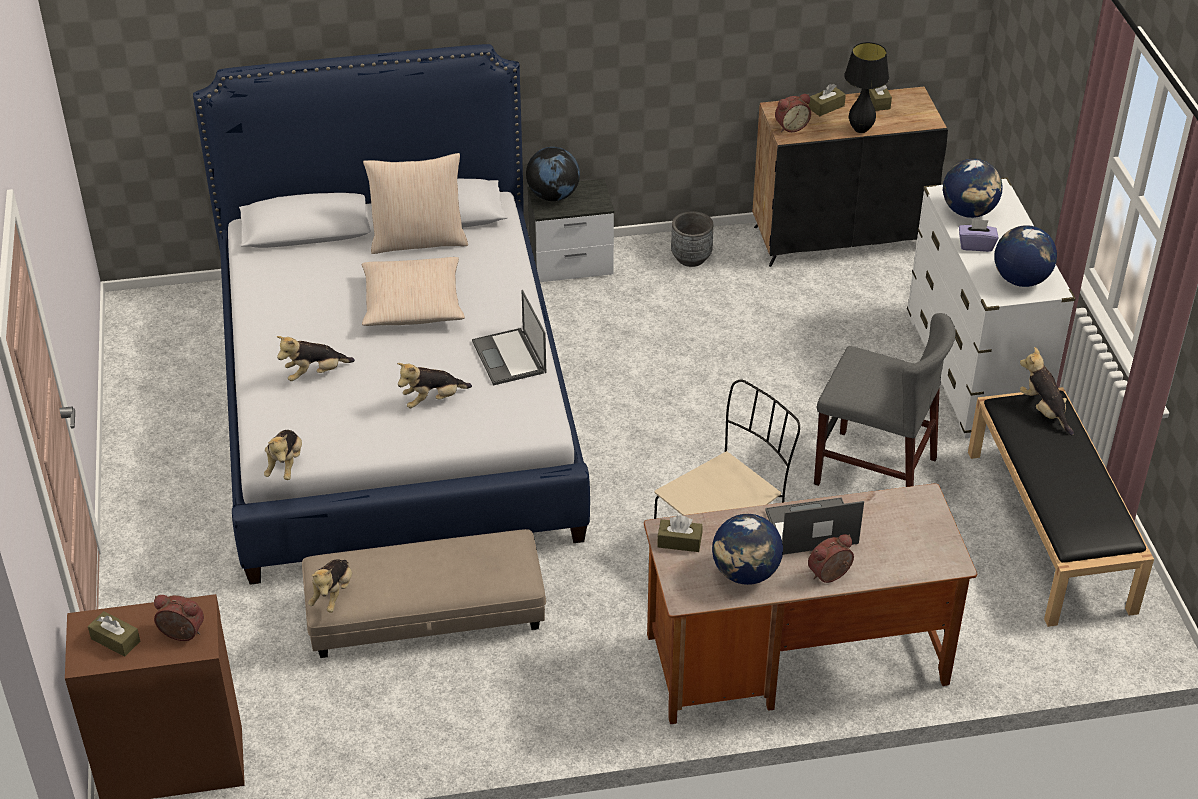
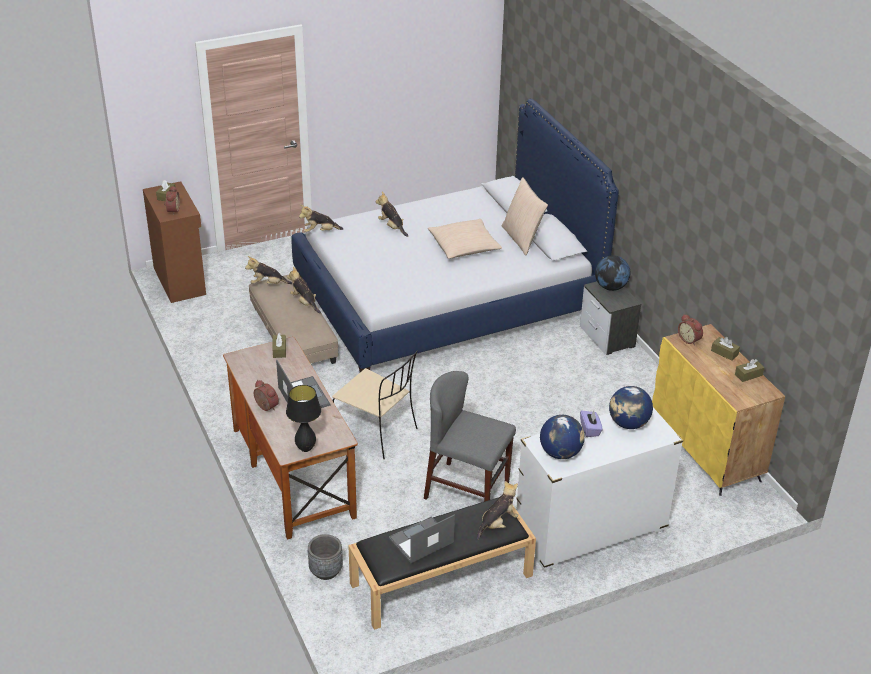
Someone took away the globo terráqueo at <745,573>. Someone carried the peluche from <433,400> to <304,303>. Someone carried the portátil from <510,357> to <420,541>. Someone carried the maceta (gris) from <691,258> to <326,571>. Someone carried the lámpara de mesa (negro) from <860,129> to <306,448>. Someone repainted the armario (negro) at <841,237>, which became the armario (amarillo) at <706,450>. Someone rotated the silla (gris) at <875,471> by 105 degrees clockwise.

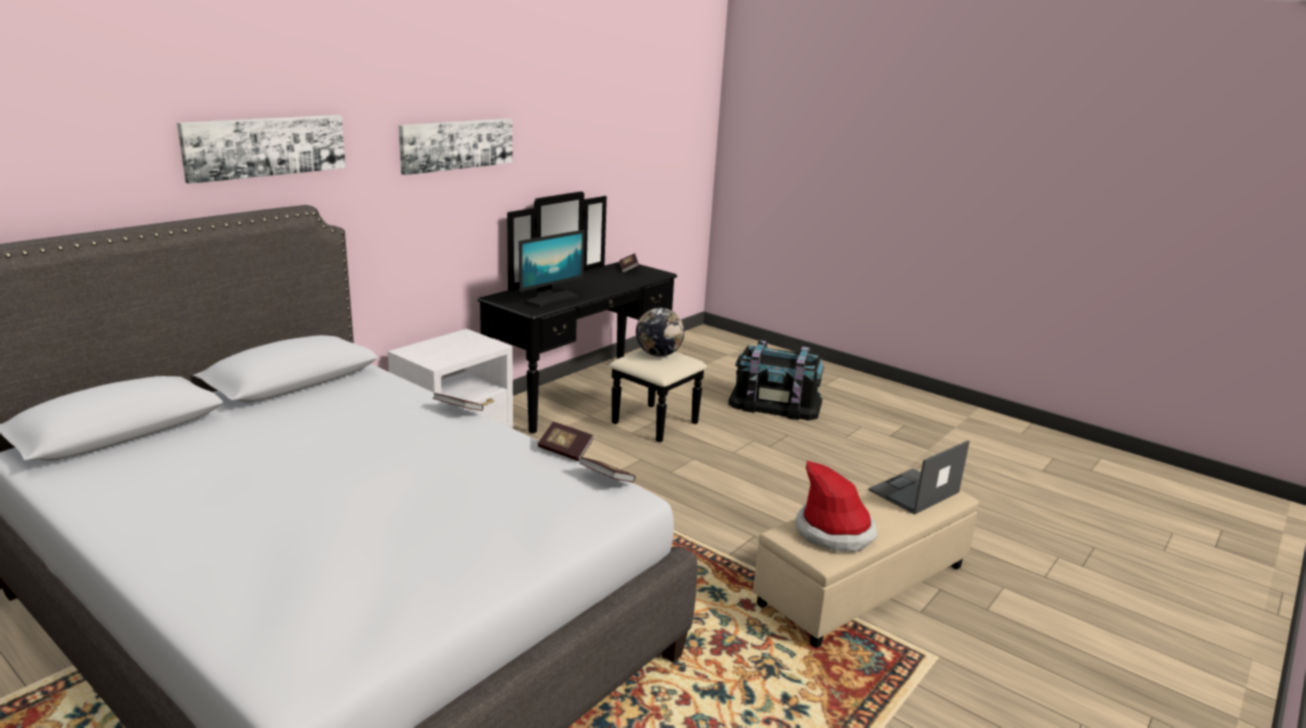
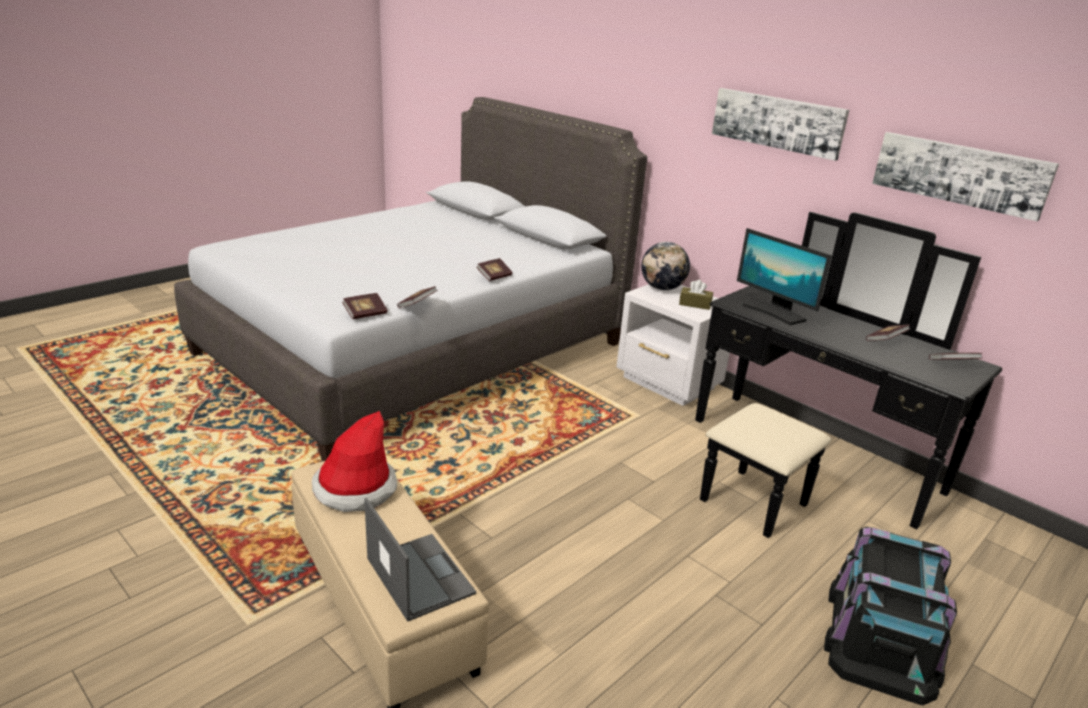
Someone put down the caja de pañuelos (marrón) at <695,304>. Someone put down the libro at <885,340>. Someone carried the cuadro from <265,146> to <960,173>. Someone carried the globo terráqueo from <658,354> to <662,288>.

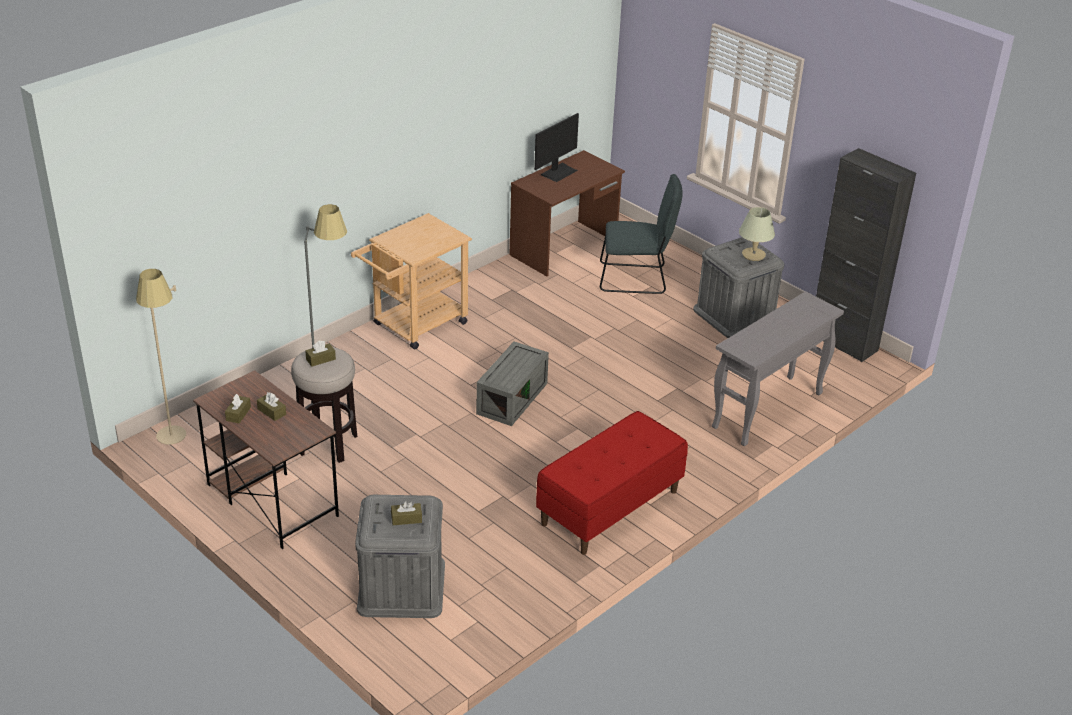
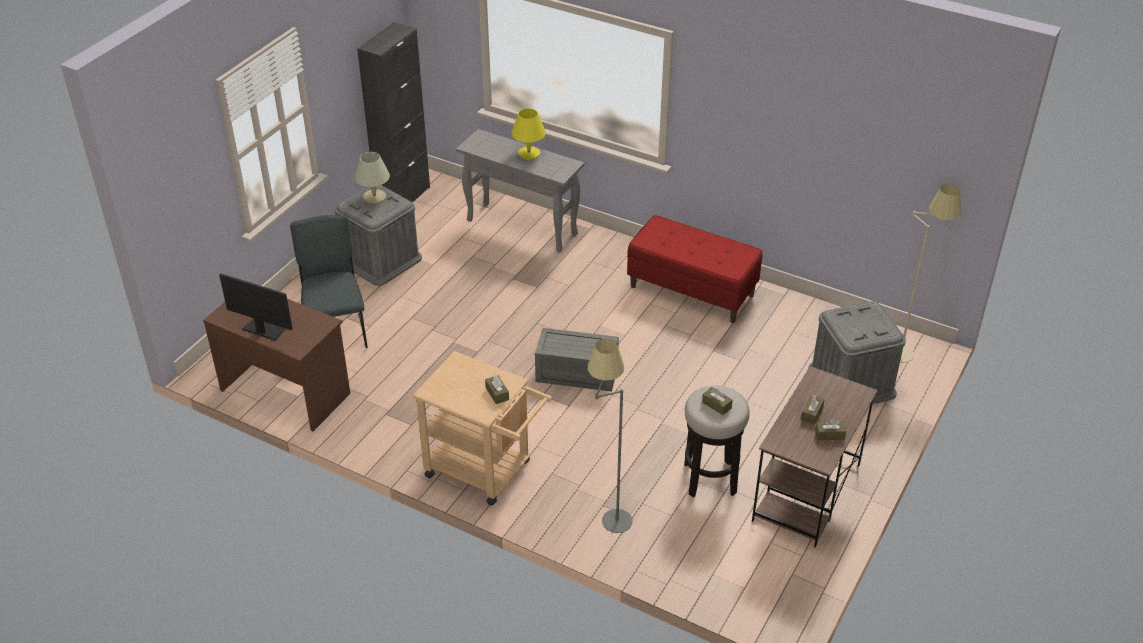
Someone put down the lámpara de mesa (amarillo) at <528,154>. Someone carried the lámpara de pie (beis) from <175,442> to <907,347>. Someone carried the caja de pañuelos (marrón) from <406,519> to <497,393>.

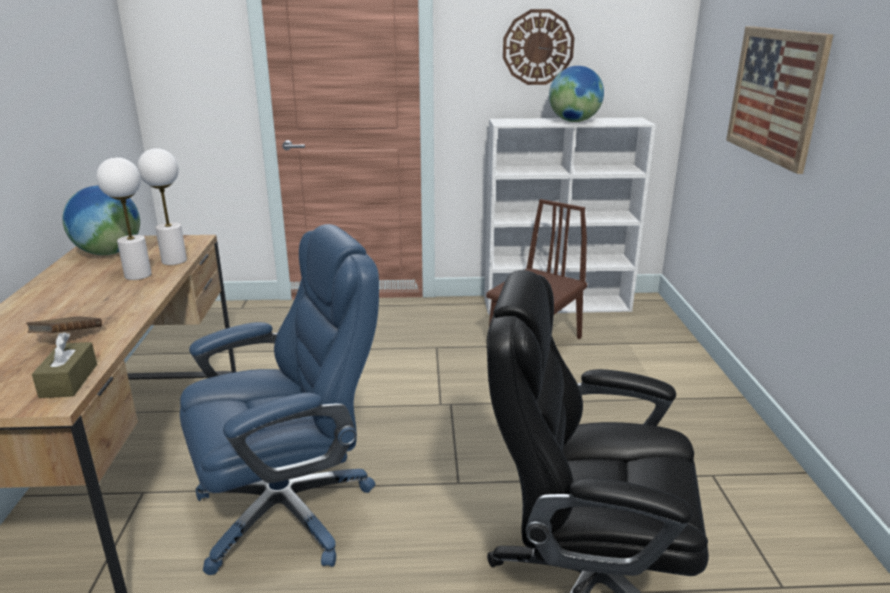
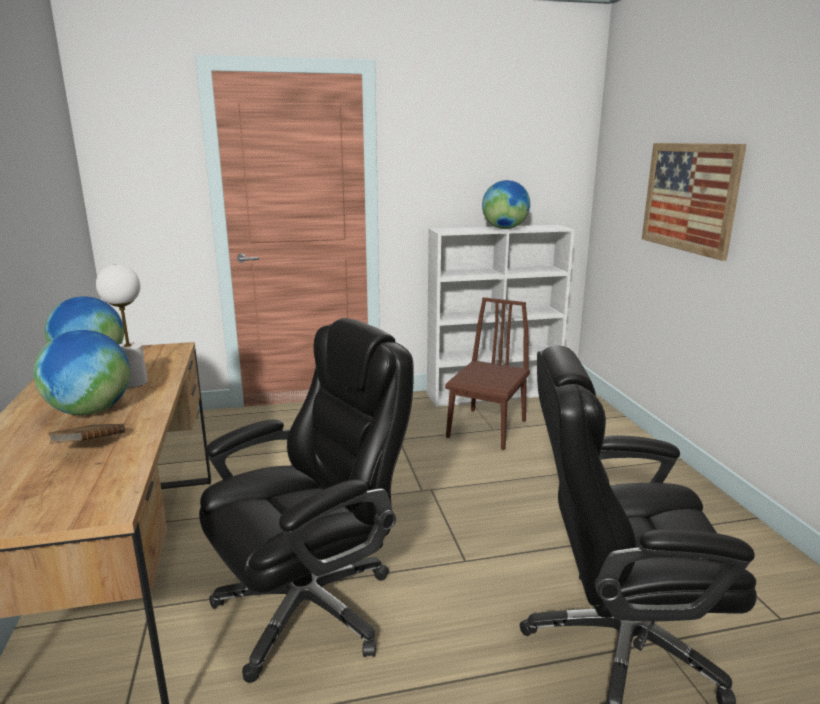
Someone took away the caja de pañuelos (marrón) at <69,381>. Someone took away the lámpara de mesa (blanco) at <174,260>. Someone took away the reloj de pared at <538,47>. Someone put down the globo terráqueo at <91,411>. Someone repainted the silla de oficina (azul) at <289,510>, which became the silla de oficina (negro) at <310,606>.

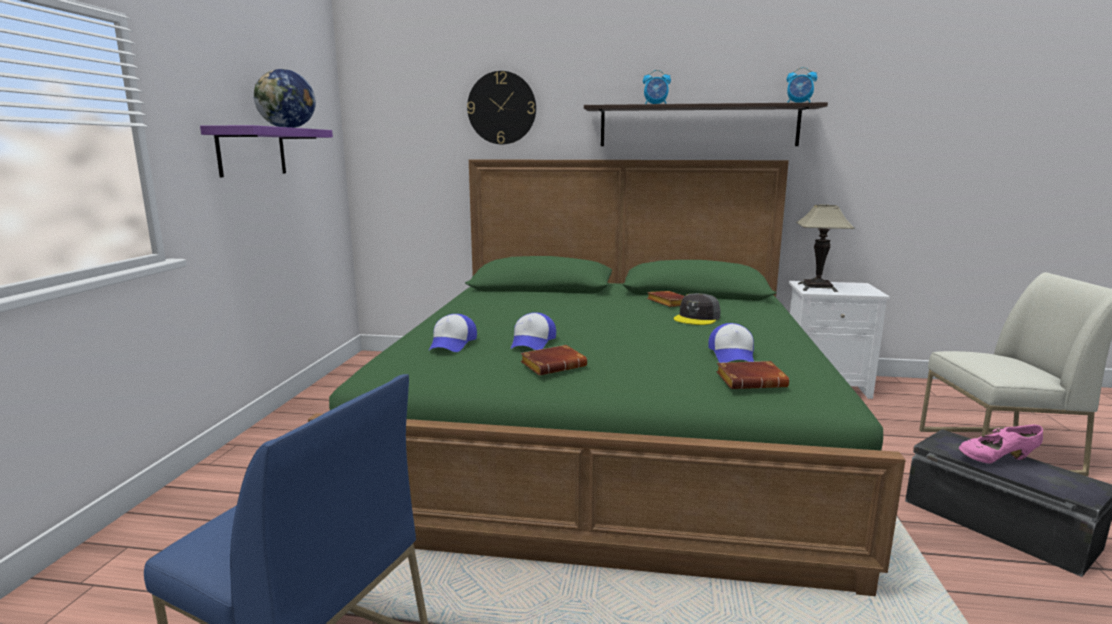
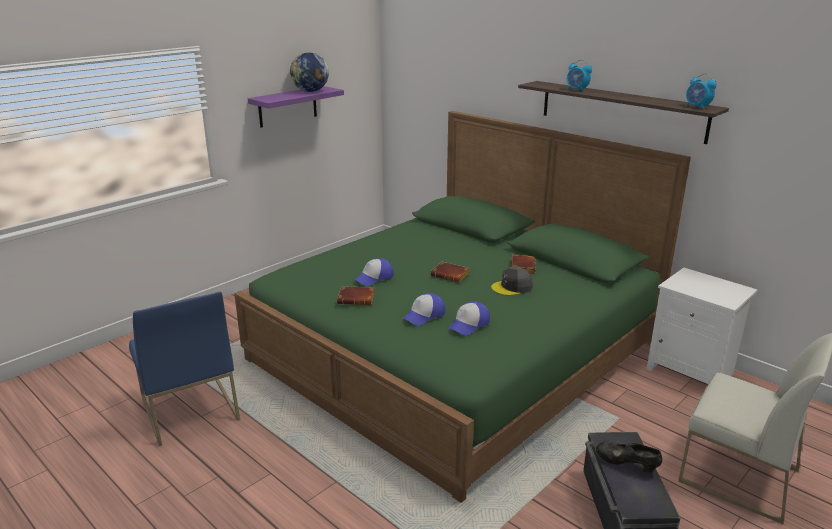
Someone took away the reloj de pared at <501,108>. Someone took away the lámpara de mesa at <817,287>. Someone carried the gorra from <452,343> to <424,315>. Someone carried the libro (marrón) from <752,381> to <451,275>. Someone repainted the zapato (rosa) at <996,460>, which became the zapato (negro) at <626,465>.

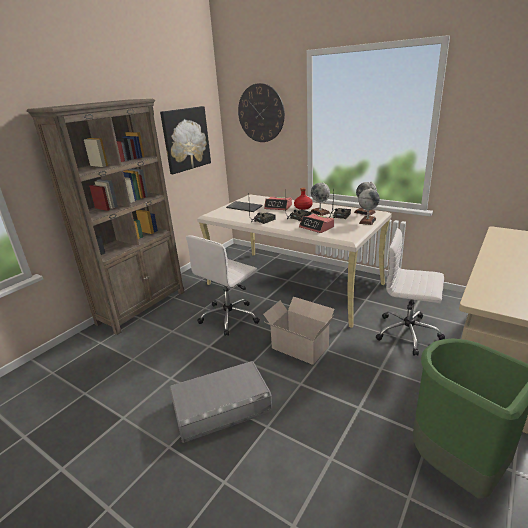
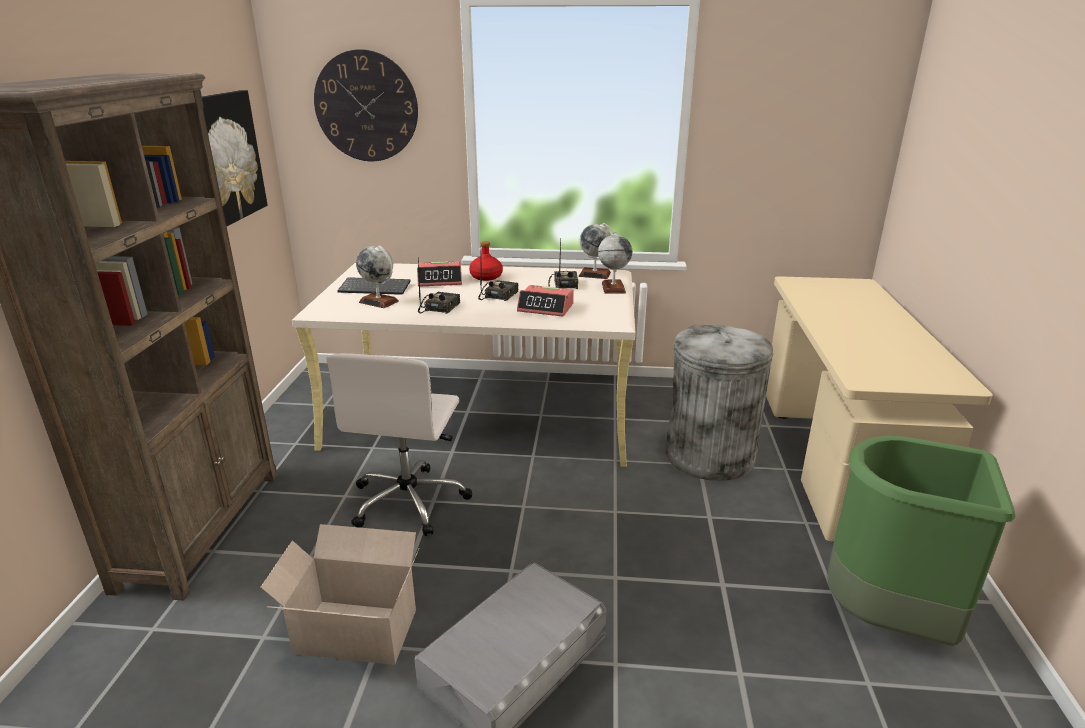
Someone carried the caja de cartón from <299,346> to <353,630>. Someone carried the globo terráqueo from <320,212> to <379,302>. Someone swapped the silla de oficina (blanco) at <409,333> for the papelera (gris) at <709,455>.

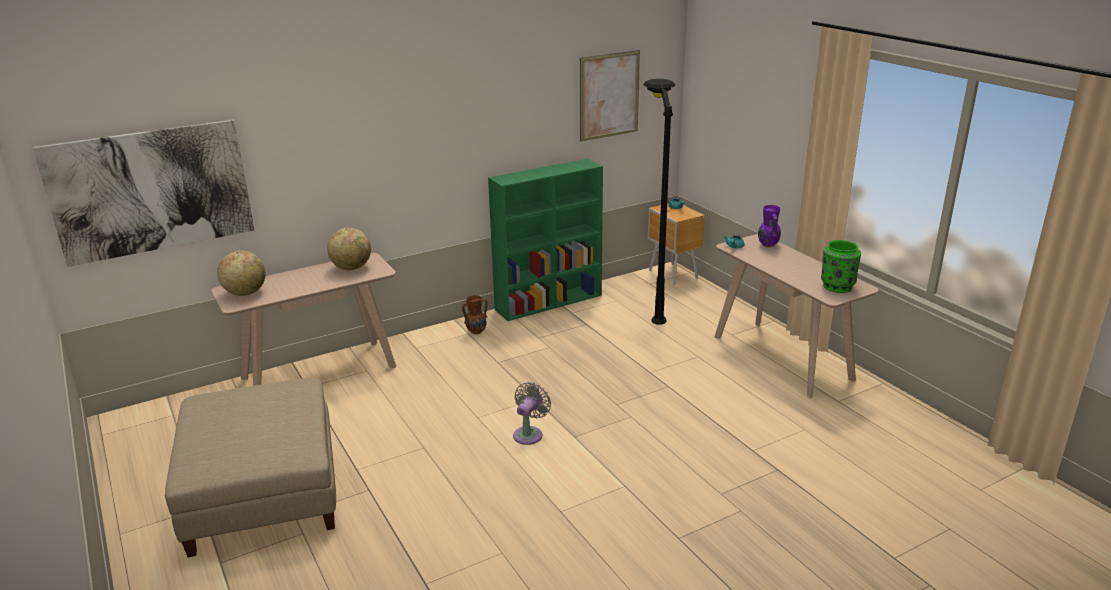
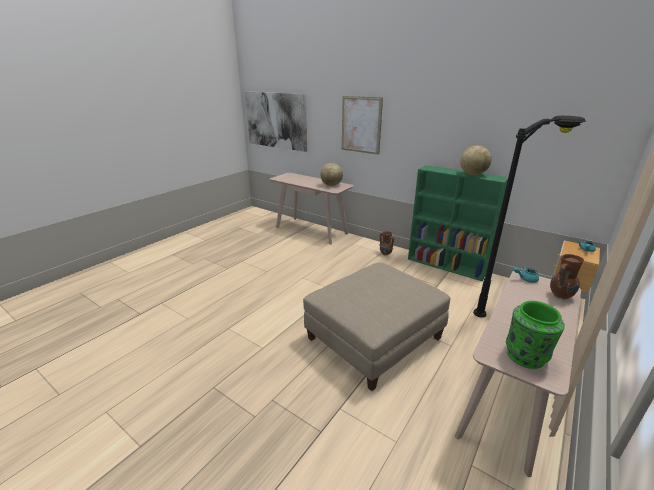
Someone took away the ventilador (gris) at <529,434>. Someone carried the puf (beis) from <264,492> to <374,338>. Someone carried the globo terráqueo from <245,293> to <473,174>. Someone carried the cuadro from <609,95> to <361,125>. Someone repainted the florero (morado) at <768,245>, which became the florero (marrón) at <560,296>.

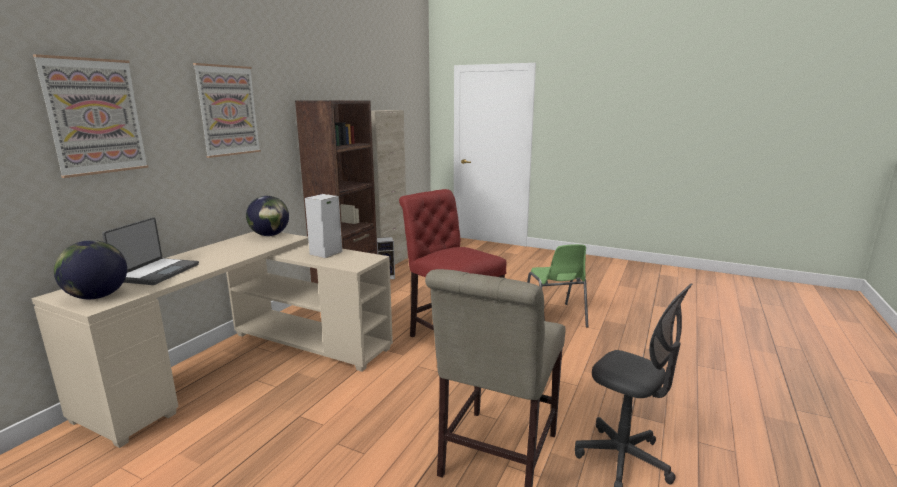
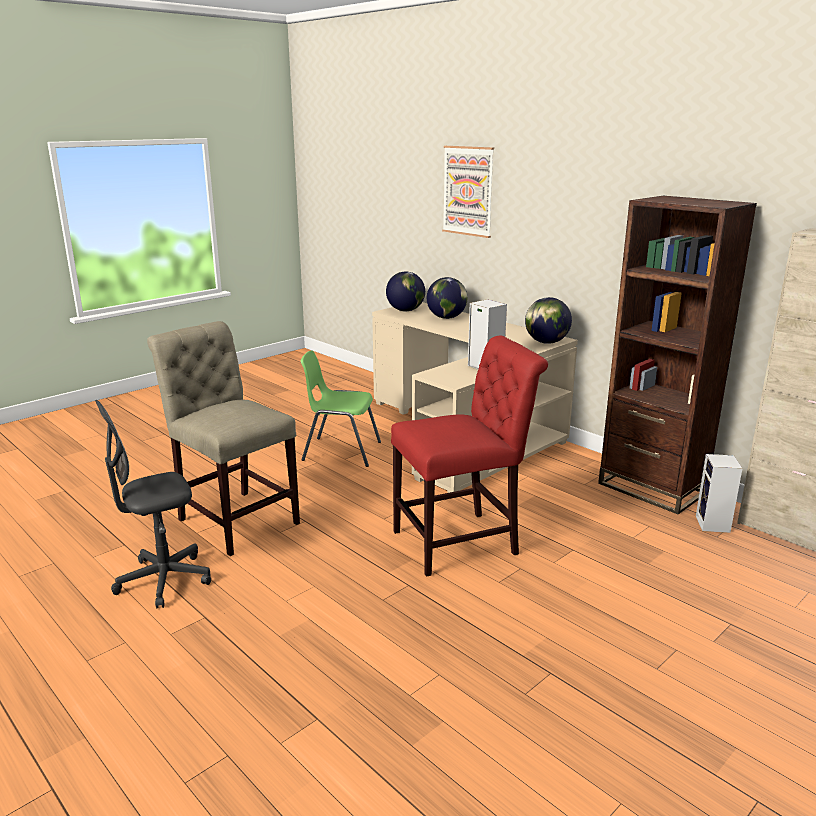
Someone took away the cuadro at <228,110>. Someone carried the silla (verde) from <554,317> to <340,451>. Someone swapped the portátil at <156,272> for the globo terráqueo at <446,317>.

